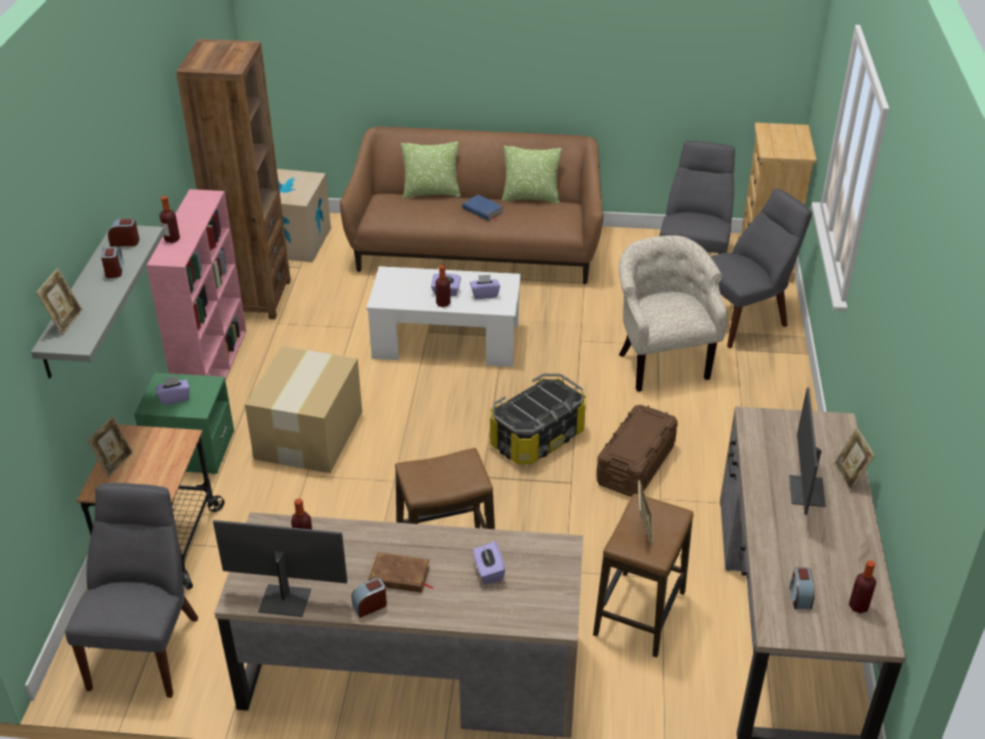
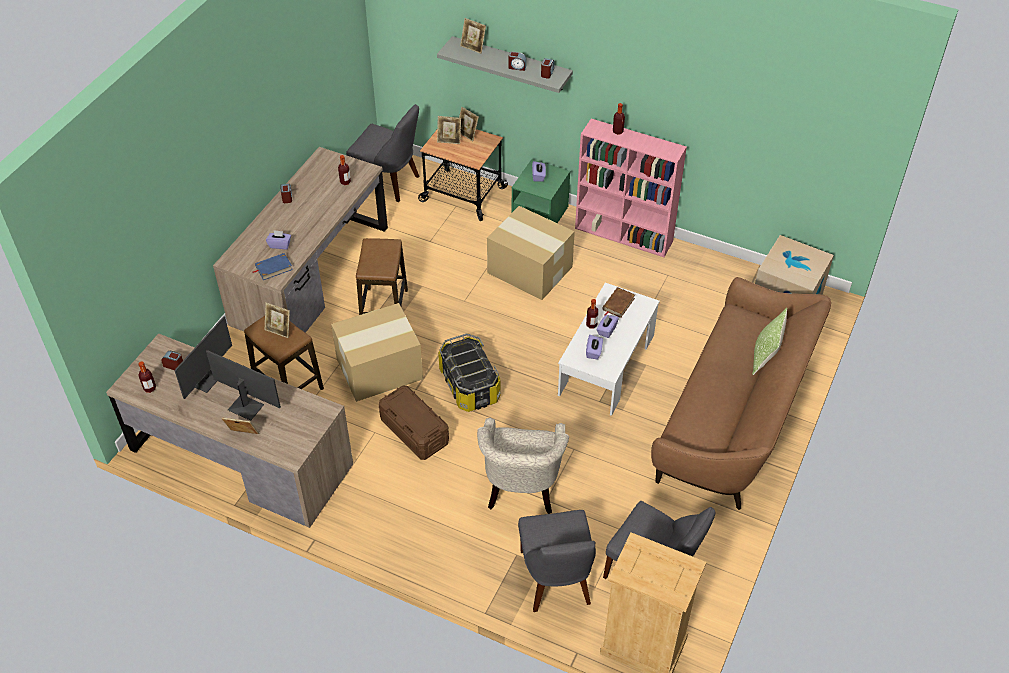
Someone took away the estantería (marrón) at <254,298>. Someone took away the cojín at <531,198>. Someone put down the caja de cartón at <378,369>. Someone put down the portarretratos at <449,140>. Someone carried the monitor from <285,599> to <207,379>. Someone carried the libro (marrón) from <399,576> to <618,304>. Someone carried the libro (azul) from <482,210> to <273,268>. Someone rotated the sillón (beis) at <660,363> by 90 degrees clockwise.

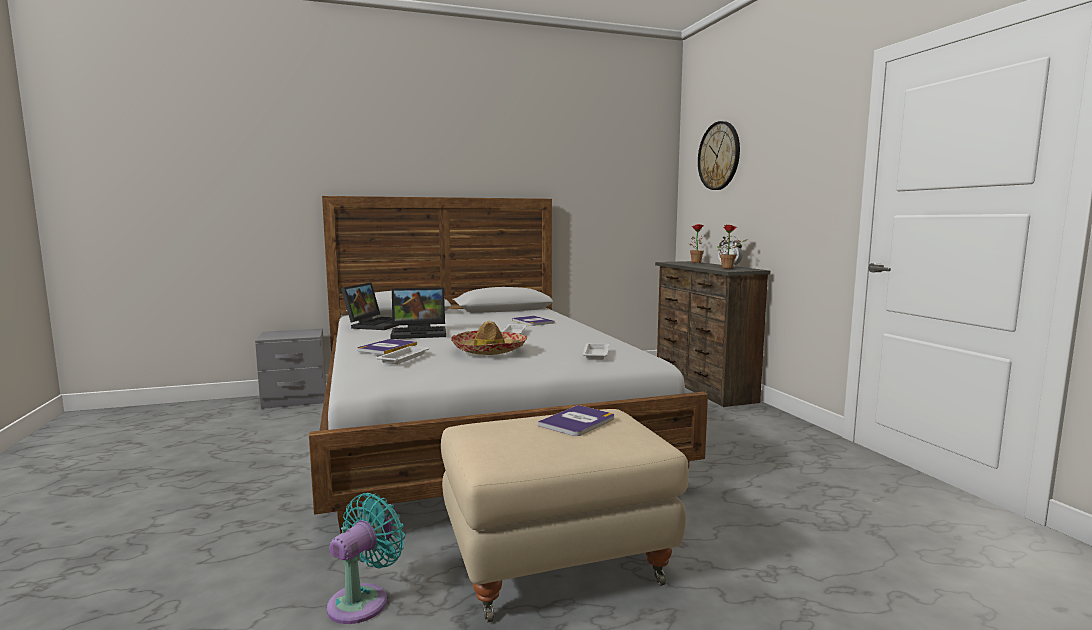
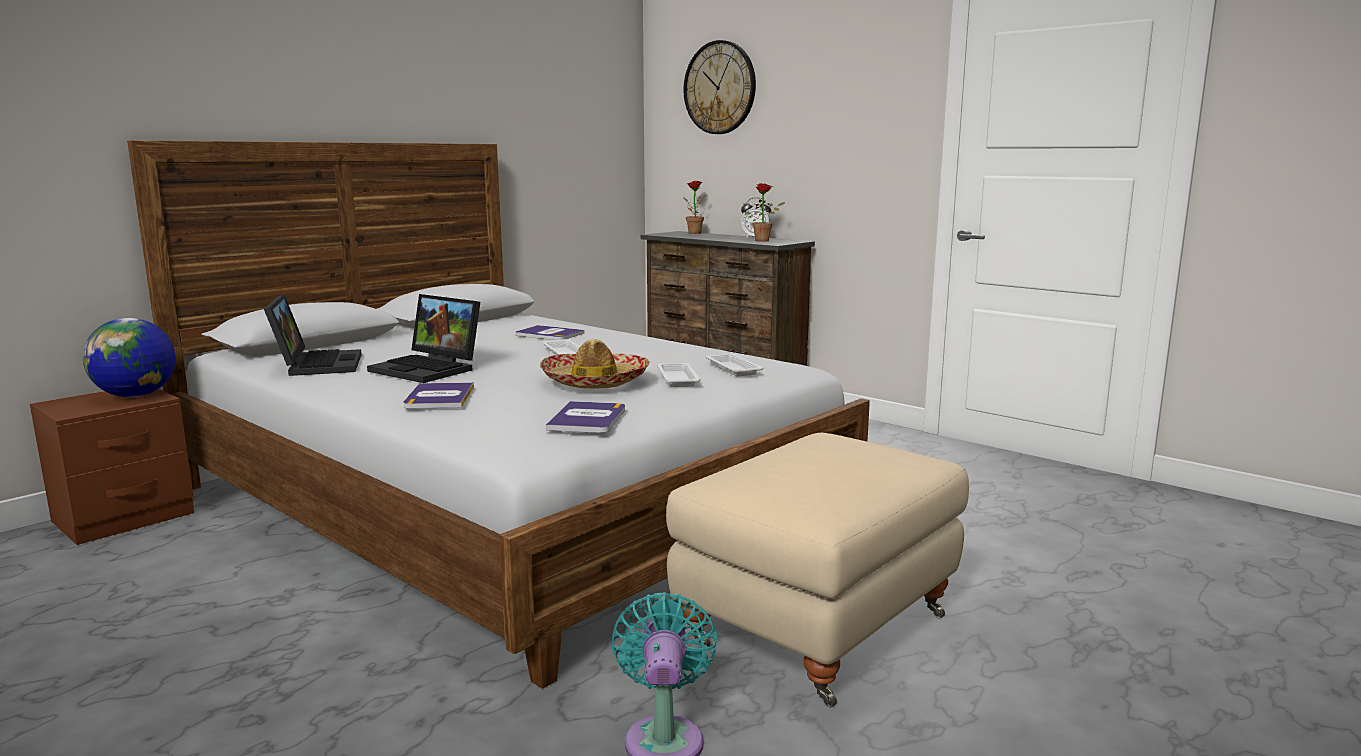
Someone put down the globo terráqueo at <136,396>. Someone carried the bandeja (blanco) from <404,358> to <677,378>. Someone carried the libro from <577,422> to <587,419>. Someone repainted the mesita de noche (gris) at <295,399>, which became the mesita de noche (marrón) at <124,518>. Someone rotated the portátil at <420,333> by 75 degrees clockwise.

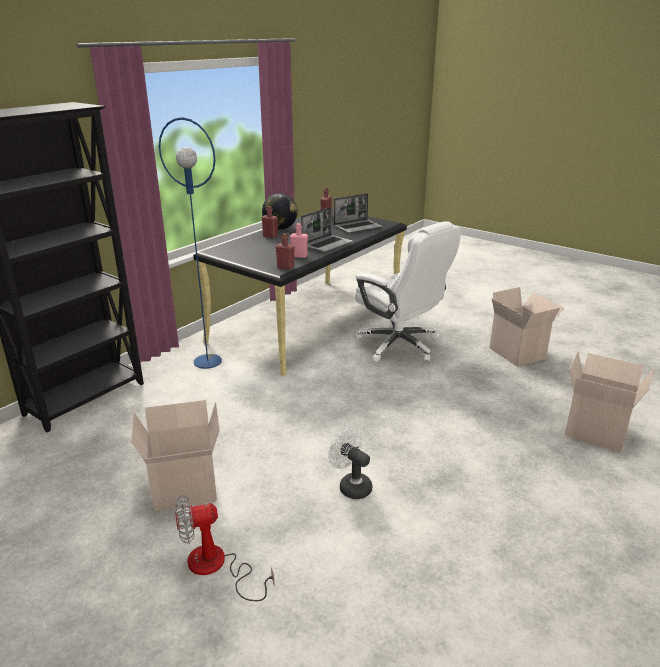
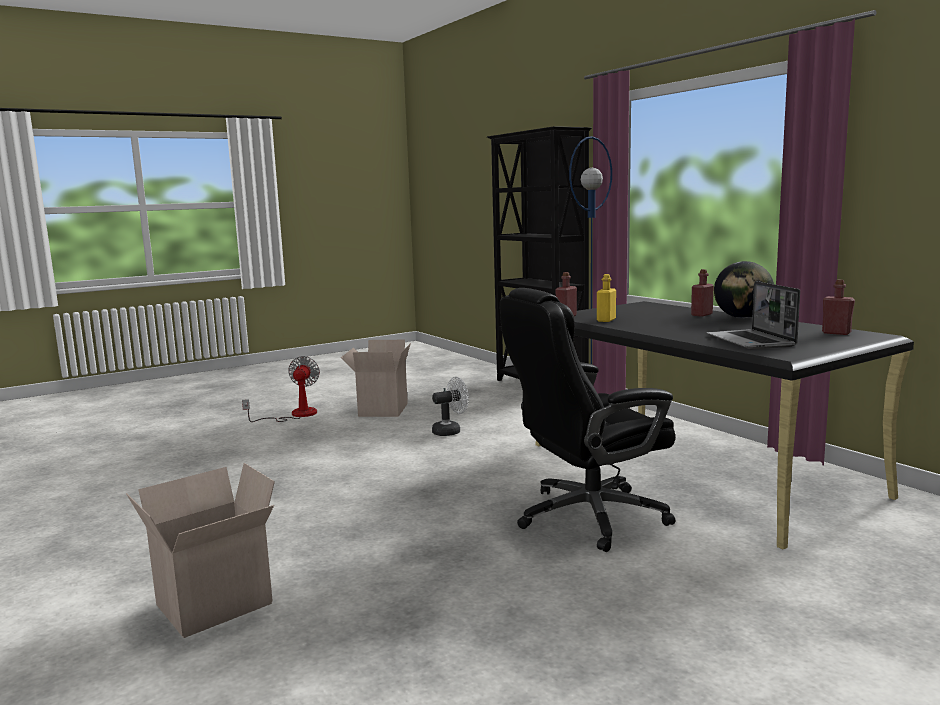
Someone took away the portátil at <327,244>. Someone took away the caja de cartón at <519,353>. Someone carried the ventilador (blanco) from <351,486> to <451,431>. Someone repainted the botella (rosa) at <299,256>, which became the botella (amarillo) at <606,320>. Someone repainted the silla de oficina (blanco) at <400,345>, which became the silla de oficina (negro) at <588,517>.

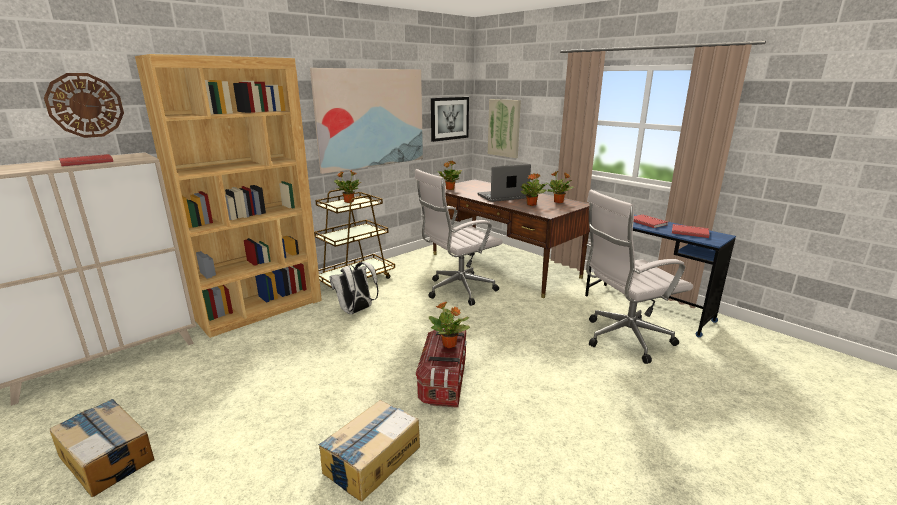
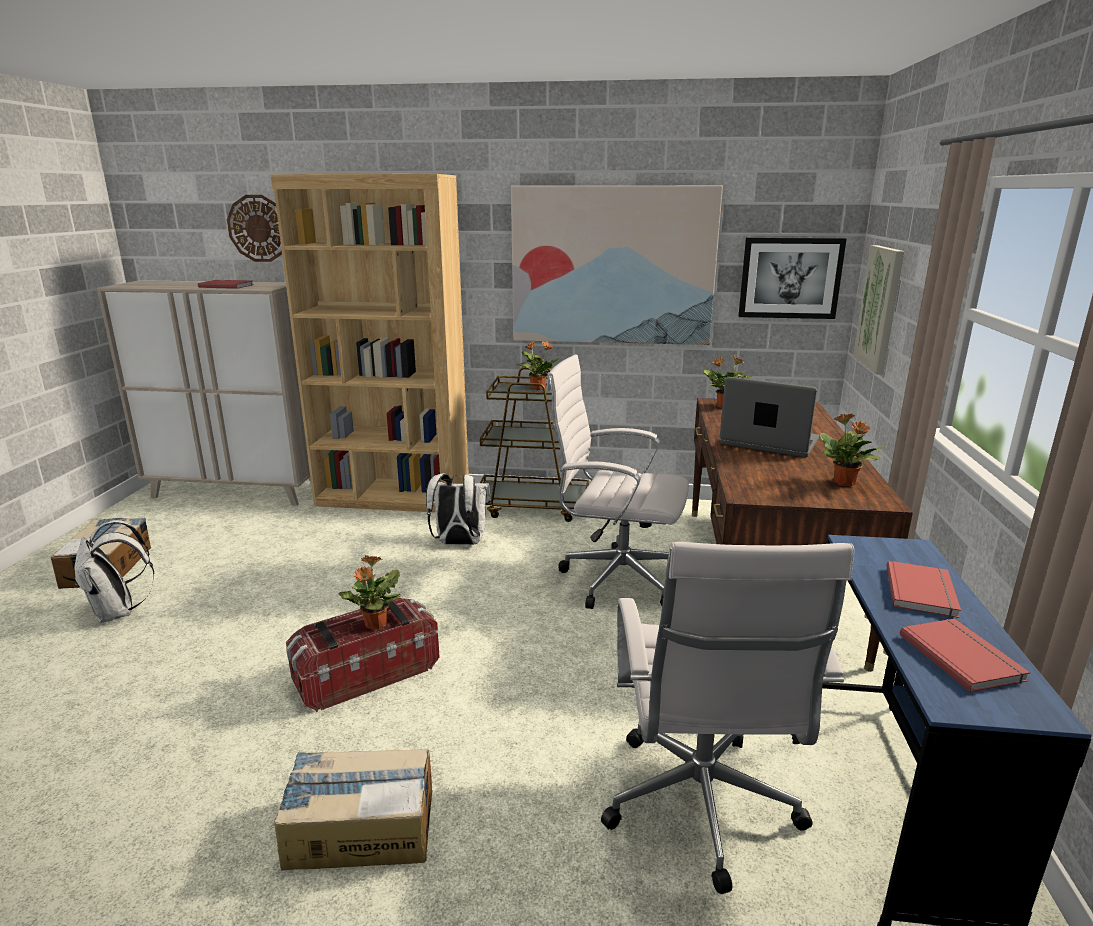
Someone took away the planta en maceta at <531,204>. Someone put down the mochila (blanco) at <118,612>. Someone carried the caja de cartón from <371,459> to <360,827>. Someone rotated the silla de oficina (blanco) at <623,339> by 120 degrees counterclockwise.

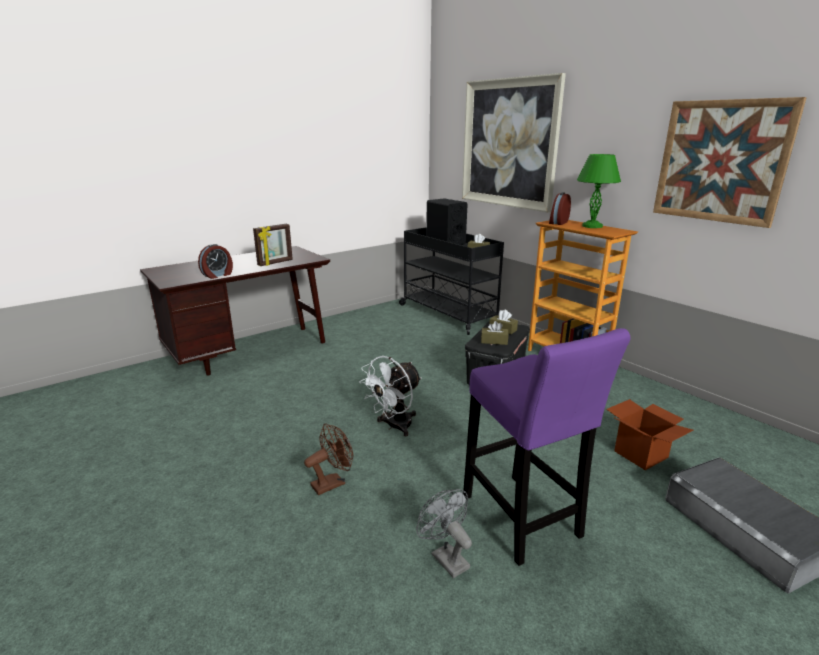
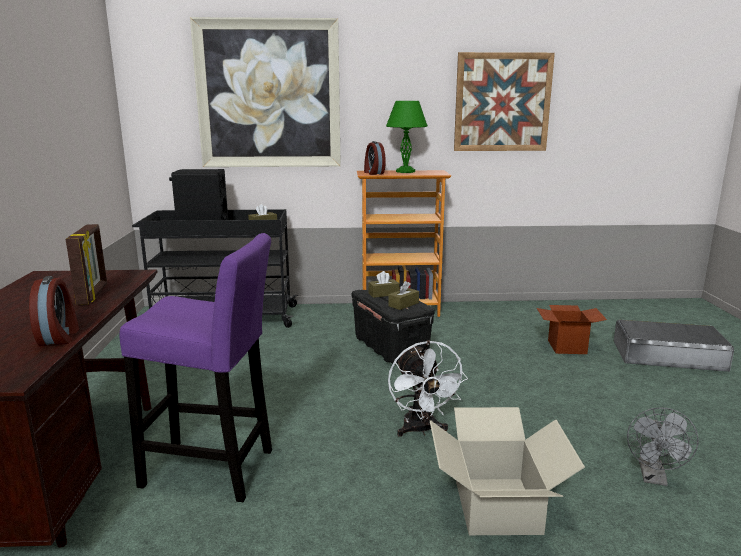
Someone carried the taburete (morado) from <523,521> to <214,470>. Someone swapped the ventilador (marrón) at <332,483> for the caja de cartón at <496,506>. Someone rotated the ventilador (gris) at <445,557> by 75 degrees counterclockwise.

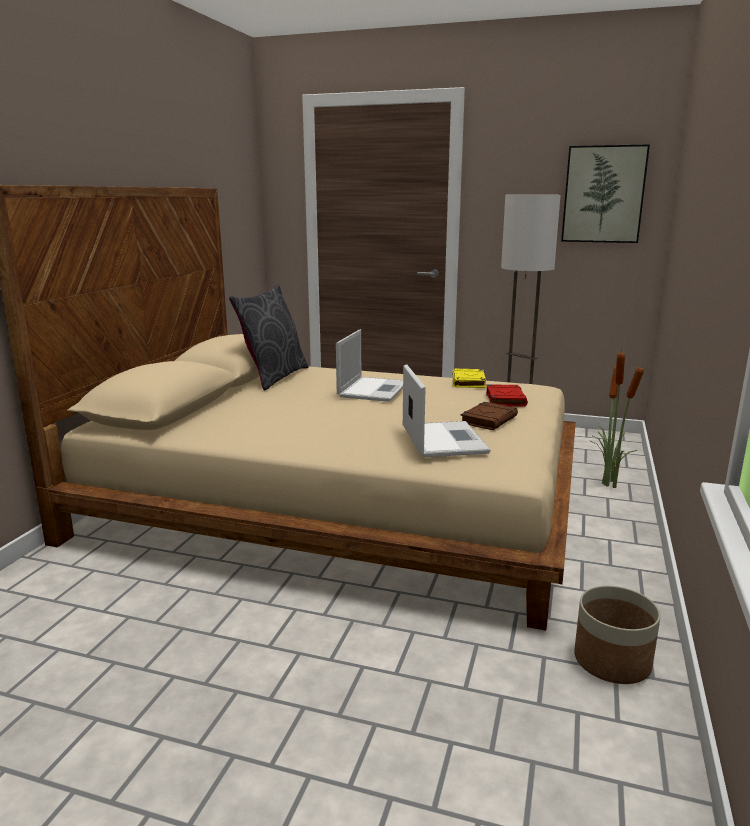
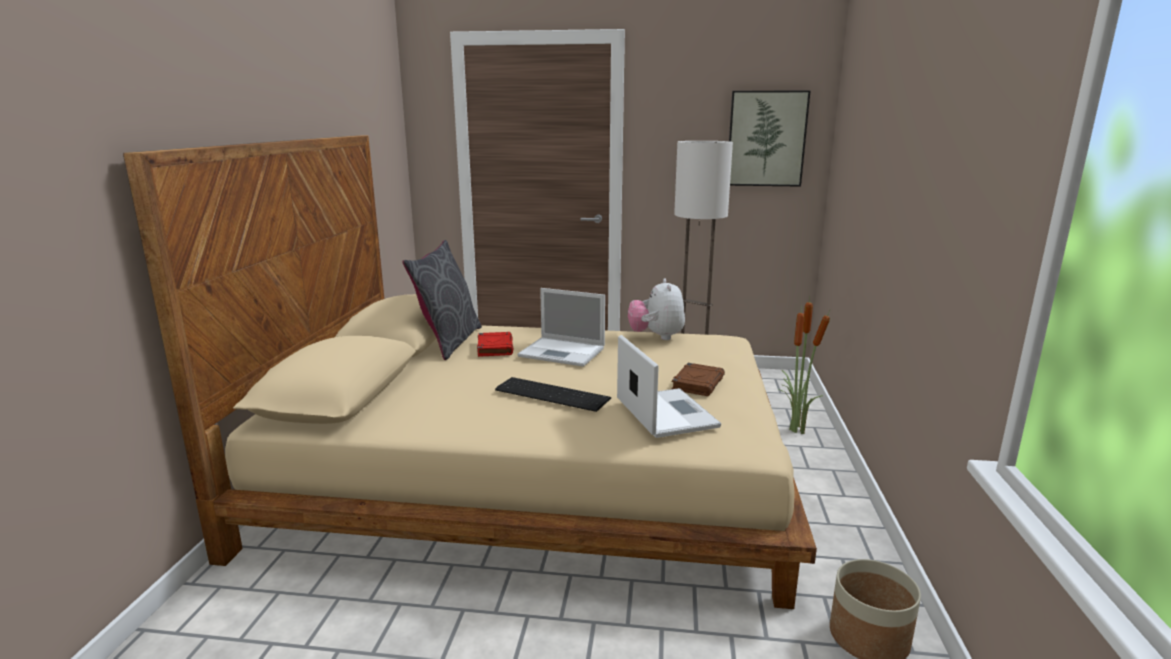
Someone put down the teclado at <552,393>. Someone carried the libro (rojo) from <505,399> to <495,347>. Someone swapped the libro (amarillo) at <468,382> for the peluche at <656,337>. Someone rotated the portátil at <373,389> by 105 degrees clockwise.

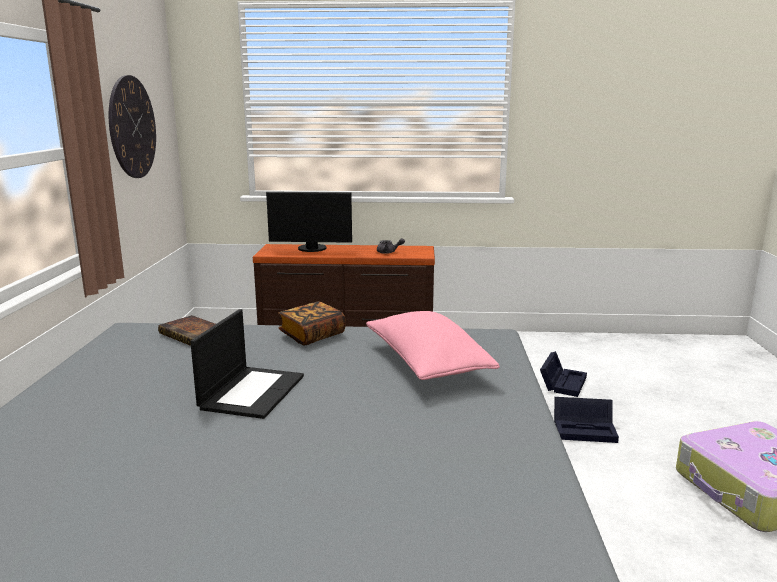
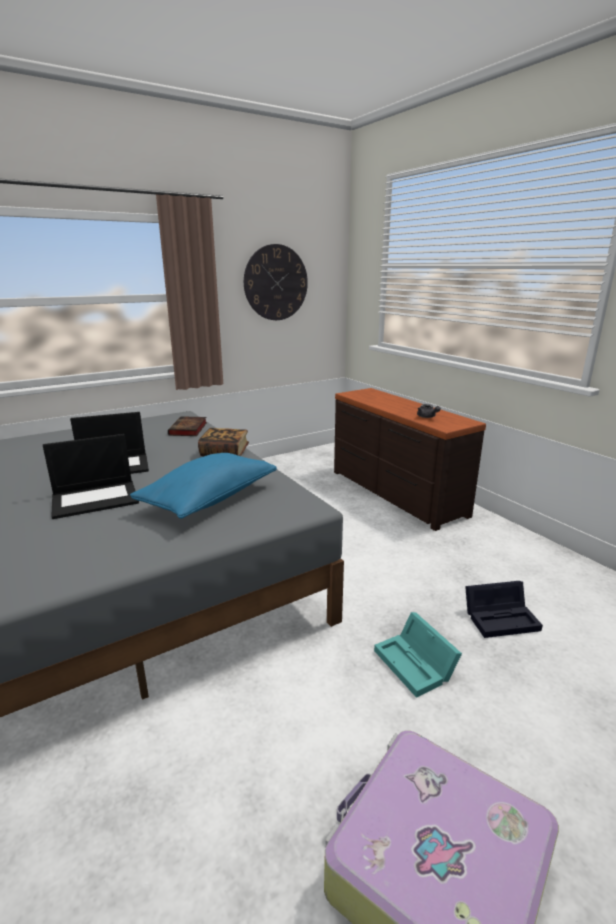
Someone took away the monitor at <312,249>. Someone put down the portátil at <96,499>. Someone repainted the cojín (rosa) at <426,364>, which became the cojín (azul) at <209,499>. Someone repainted the caja de almacenaje (negro) at <586,429>, which became the caja de almacenaje (turquesa) at <416,664>.

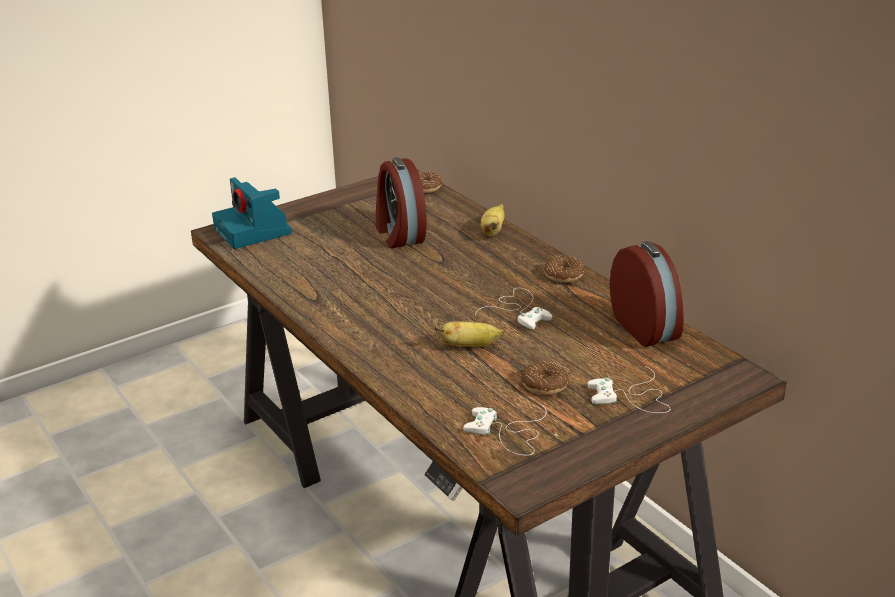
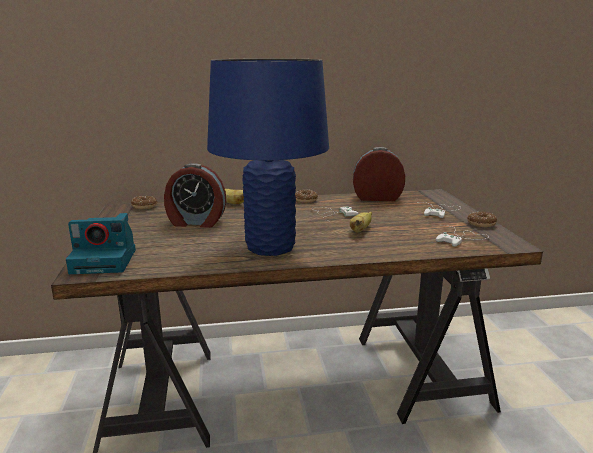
Someone put down the lámpara de mesa (azul) at <270,247>. Someone carried the rosquilla from <544,385> to <481,224>.

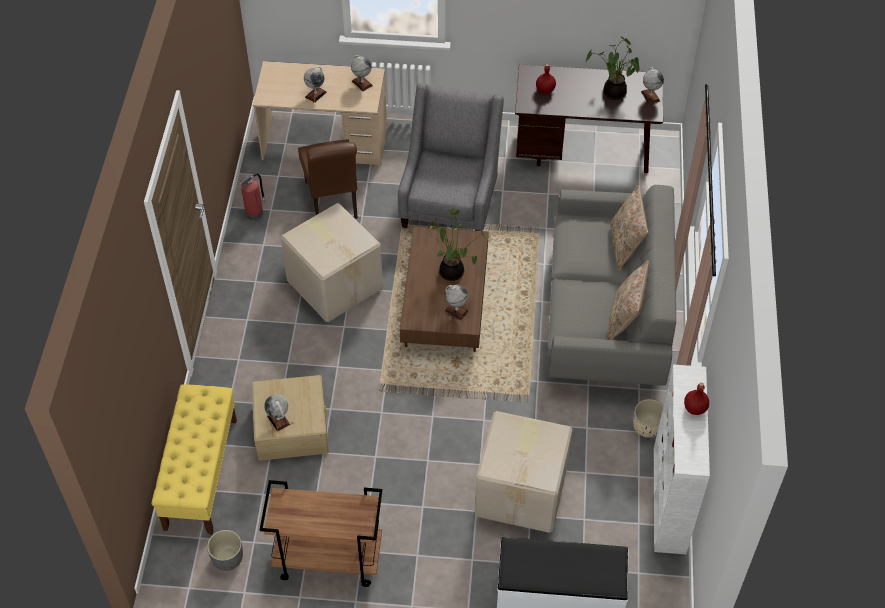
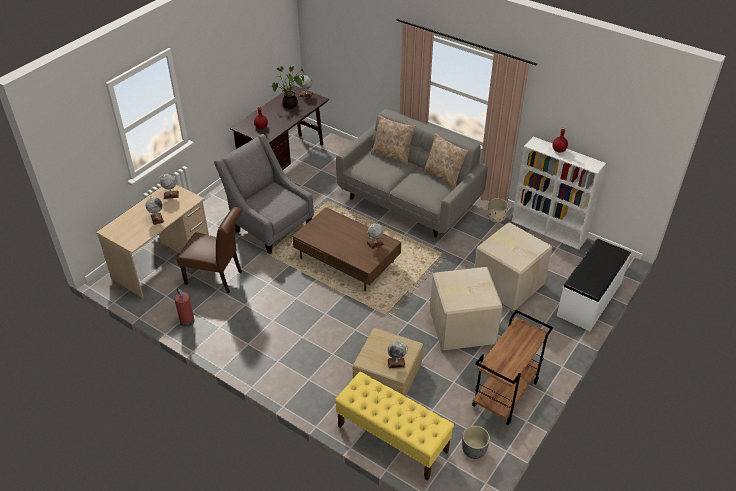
Someone took away the planta en maceta at <453,271>. Someone carried the caja de cartón from <335,283> to <461,326>.

